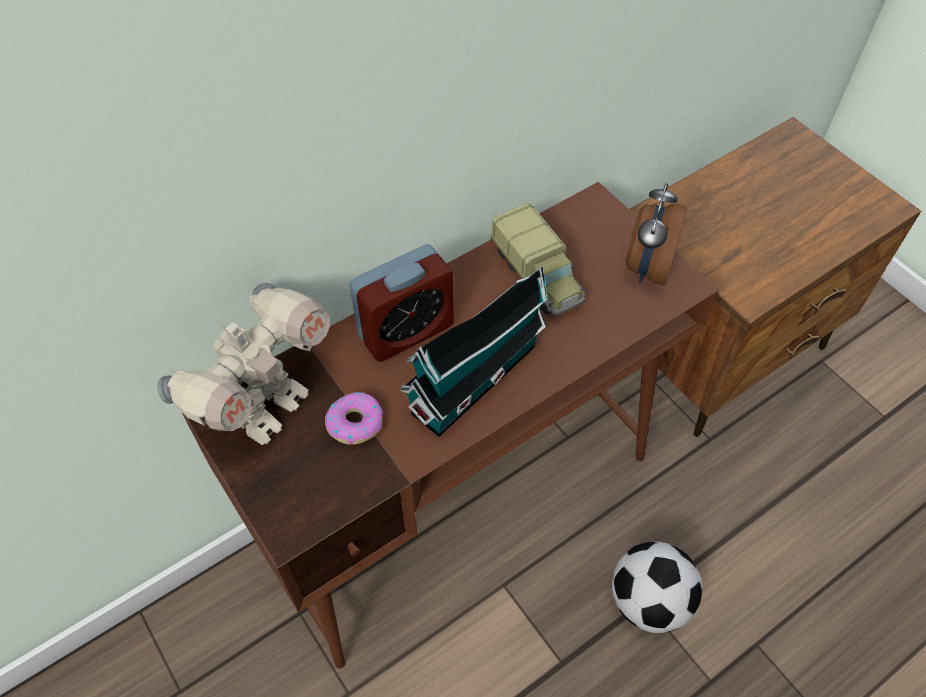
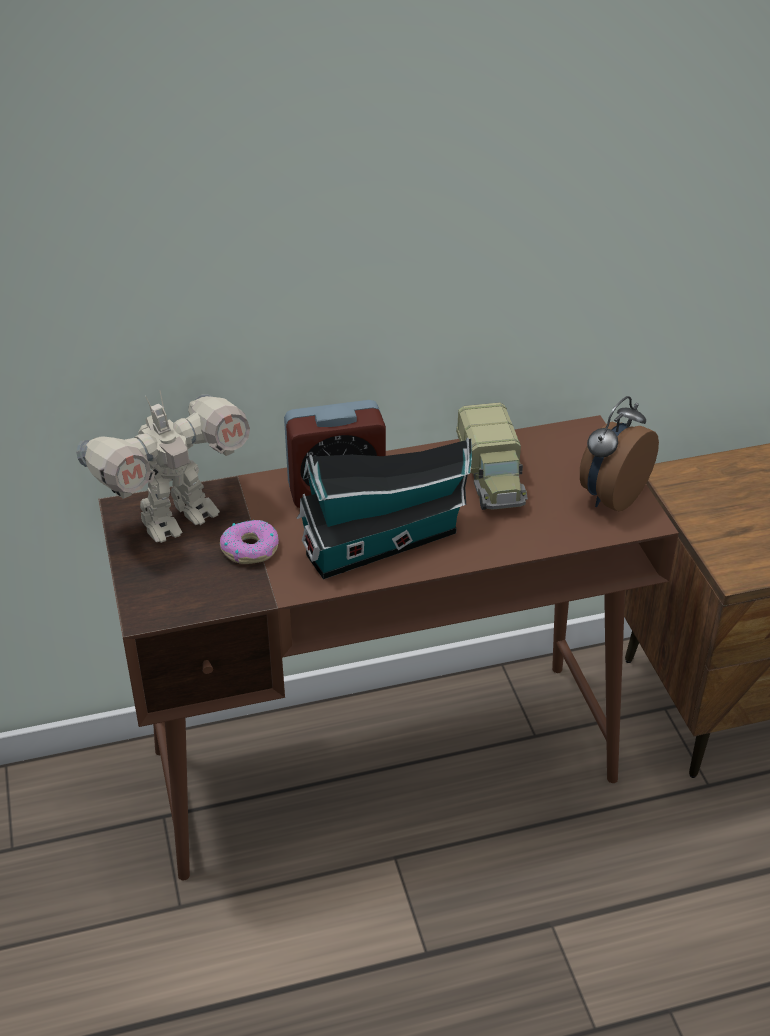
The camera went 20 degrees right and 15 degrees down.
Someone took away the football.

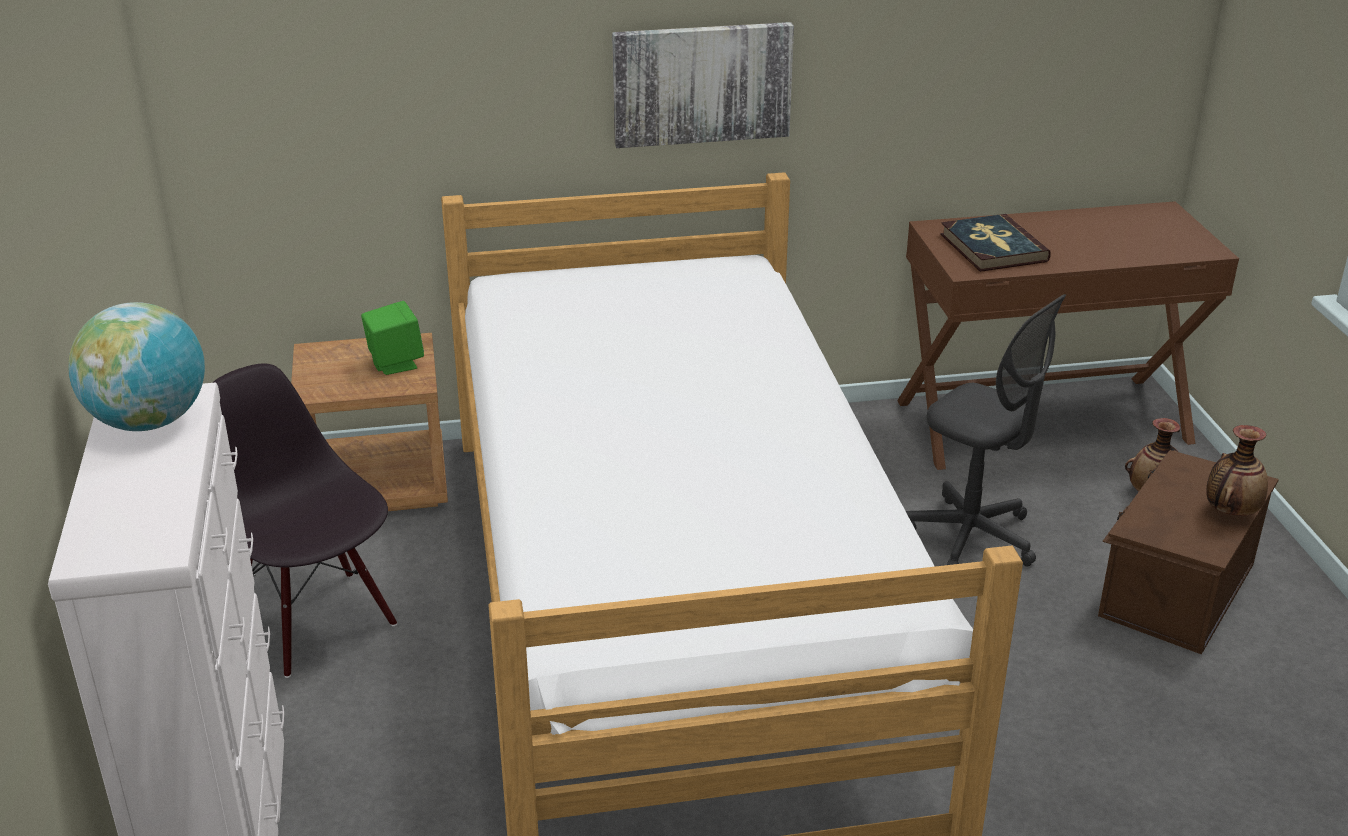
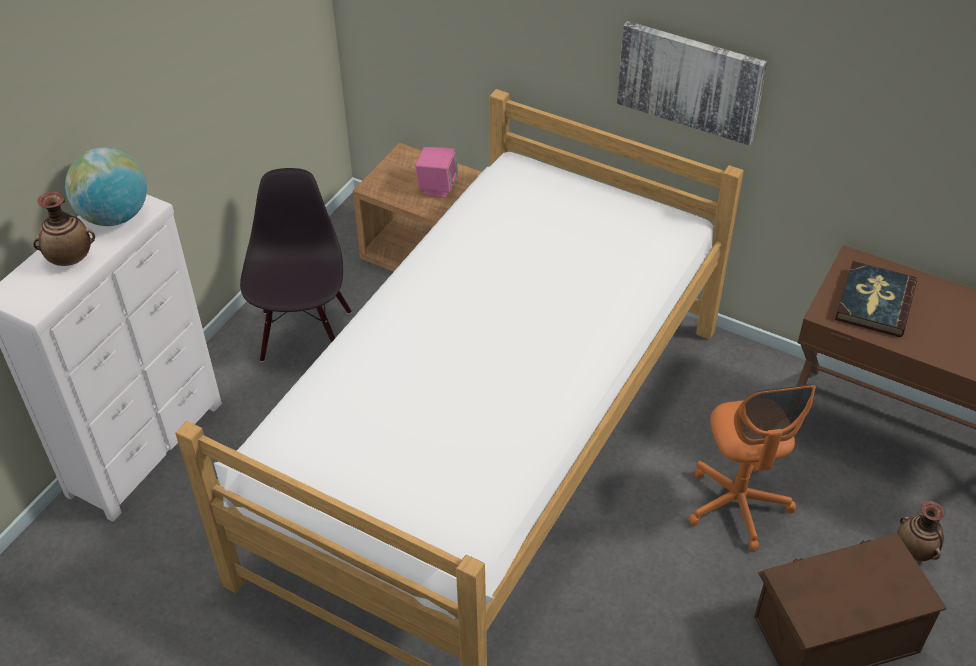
The camera went 40 degrees right and 15 degrees up.
Someone repainted the green speaker, which became the pink speaker.
Someone repainted the grey office chair, which became the orange office chair.
Someone carried the vase (2nd from left in the first image).

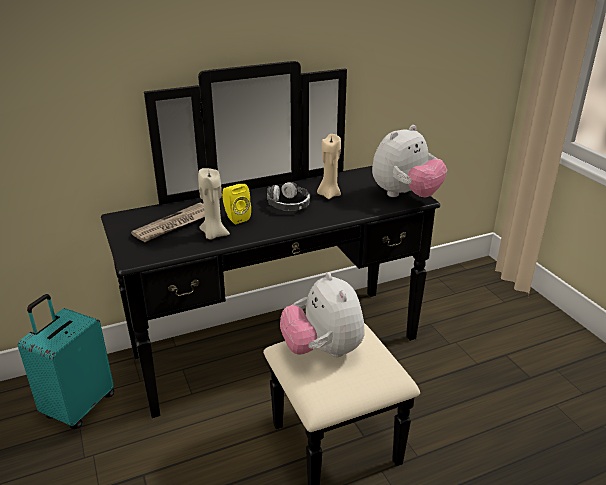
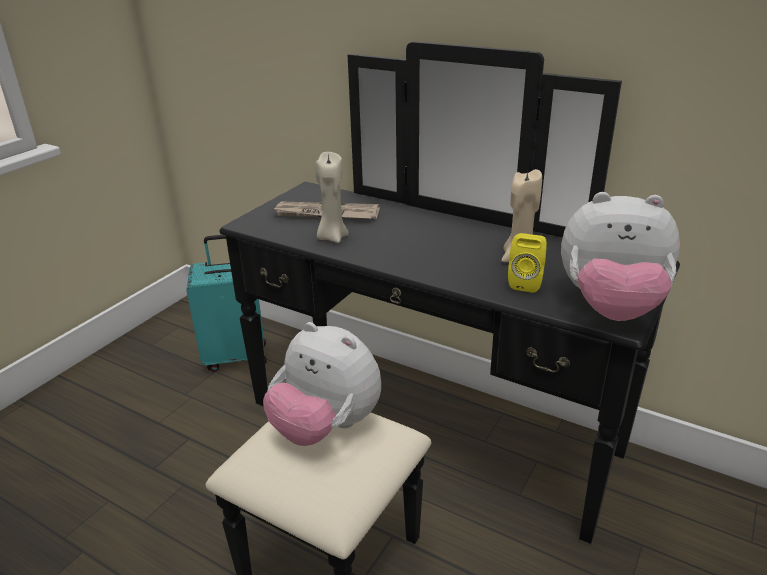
The camera went 55 degrees right and 0 degrees up.
Someone carried the yellow speaker.
Someone took away the headphones.
Someone rotated the plush toy (1st from left) by 90 degrees counterclockwise.

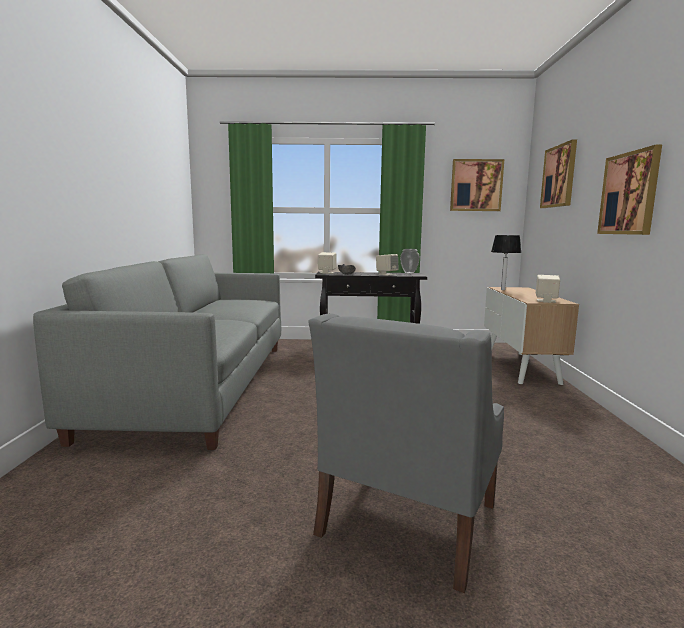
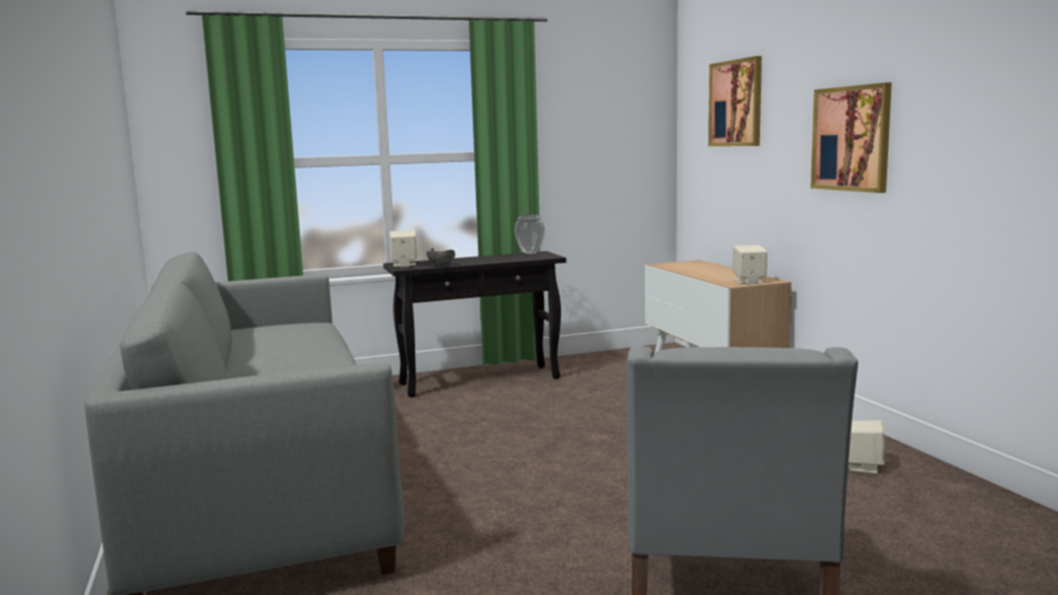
The camera went 20 degrees left and 0 degrees up.
Someone carried the beige speaker (2nd from left in the first image).
Someone took away the picture (1st from left).
Someone took away the table lamp.

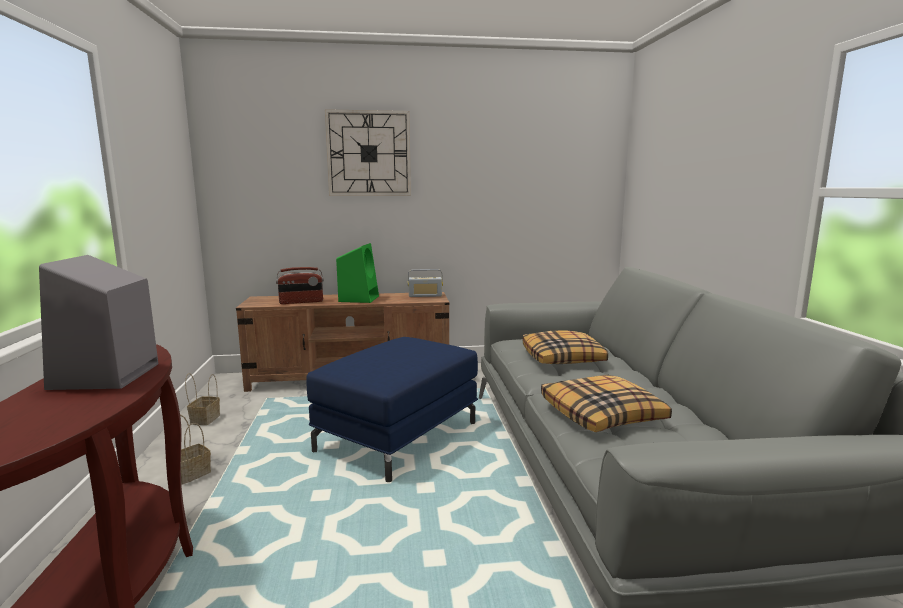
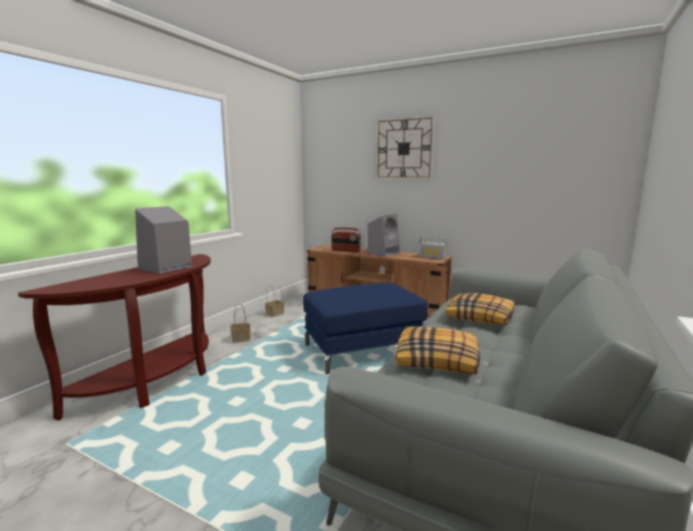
The camera went 35 degrees right and 0 degrees up.
Someone repainted the green speaker, which became the grey speaker (2nd from left).

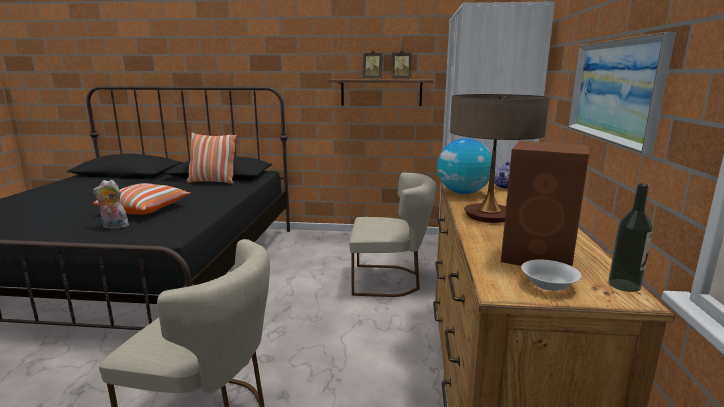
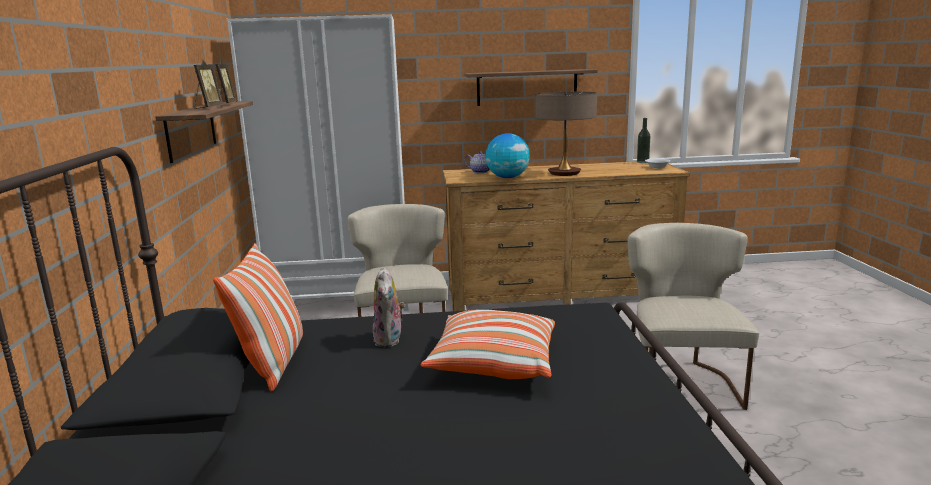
The camera went 100 degrees left and 0 degrees up.
Someone carried the plush toy.
Someone took away the brown speaker.
Someone swapped the picture for the shelf (2nd from left).

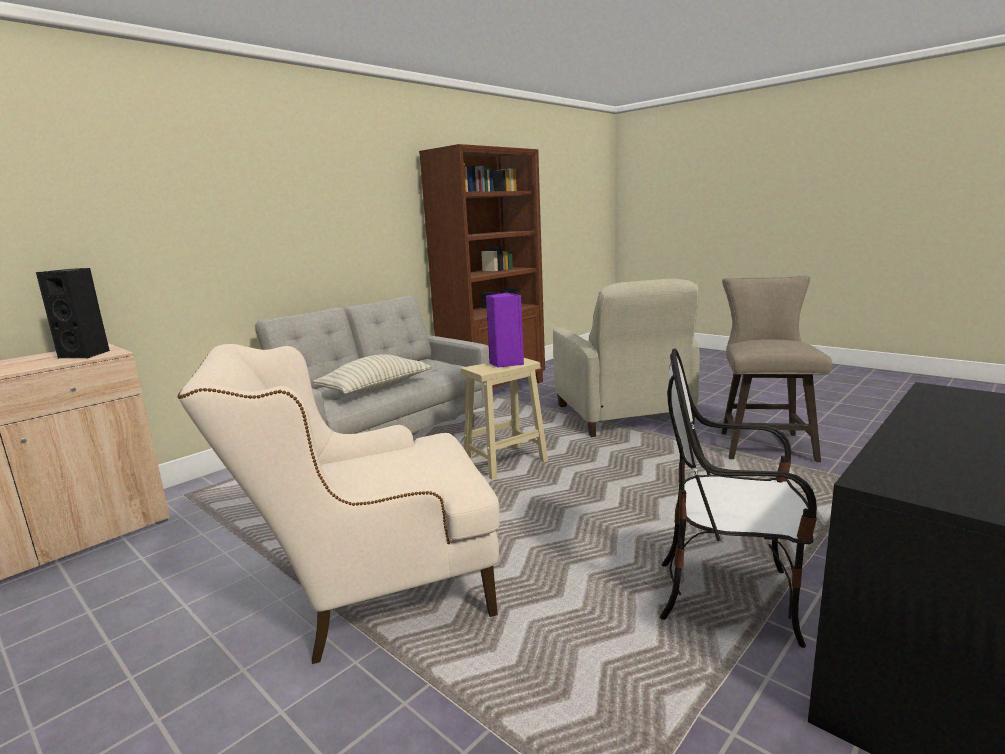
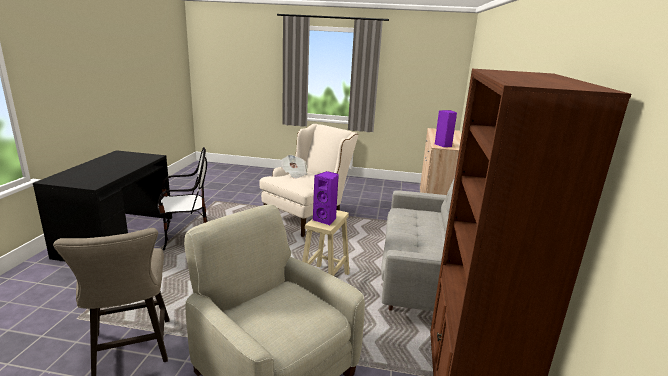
The camera went 145 degrees right and 5 degrees up.
Someone repainted the black speaker, which became the purple speaker (2nd from left).
Someone took away the pillow.
Someone put down the newspaper.

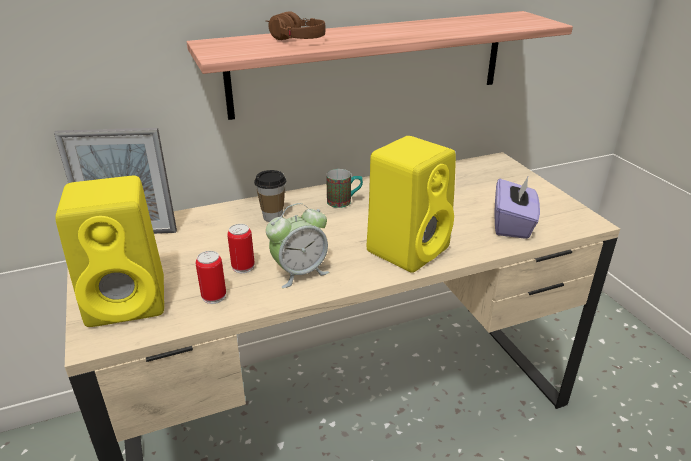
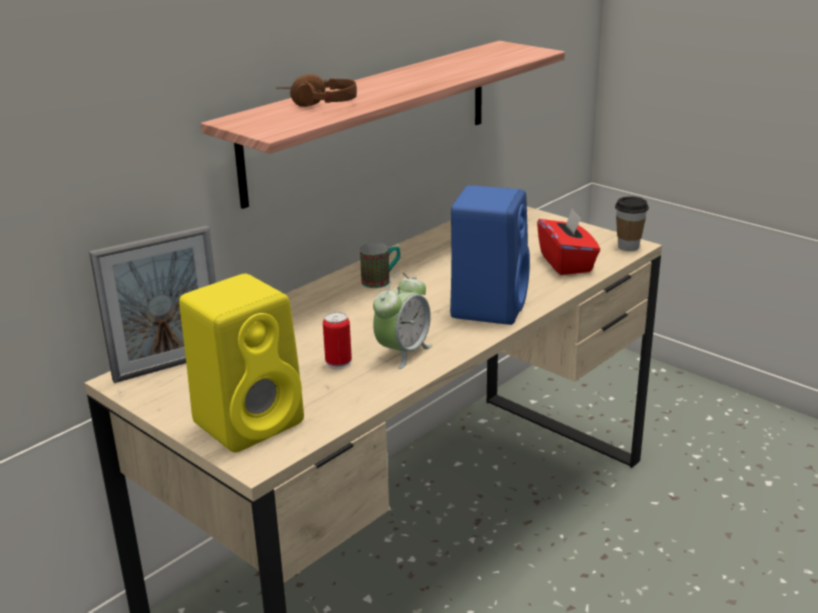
The camera went 25 degrees left and 5 degrees down.
Someone took away the can (1st from left).
Someone carried the cup.
Someone repainted the yellow speaker (2nd from left), which became the blue speaker.
Someone repainted the purple tissue box, which became the red tissue box.

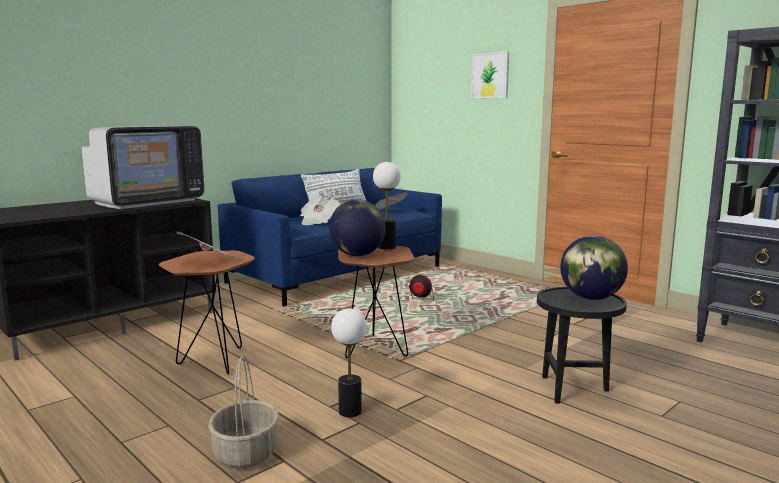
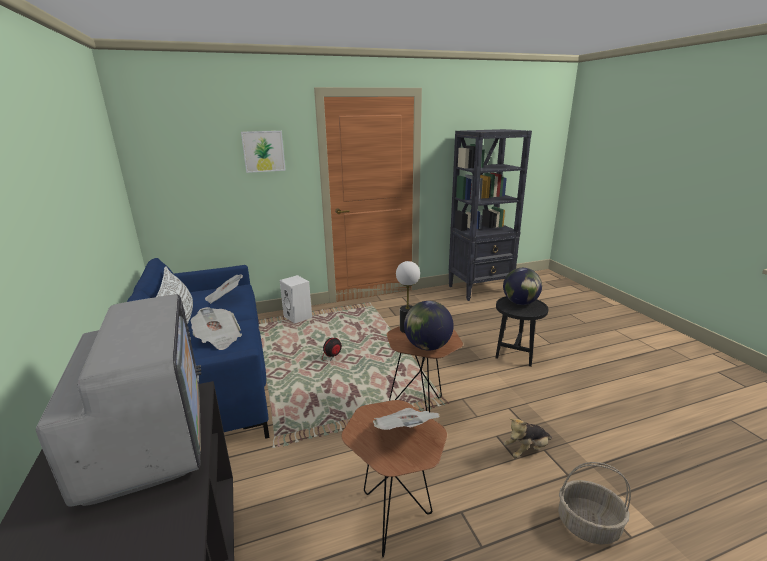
The camera went 65 degrees left and 10 degrees up.
Someone swapped the table lamp (1st from left) for the plush toy.
Someone put down the white speaker.

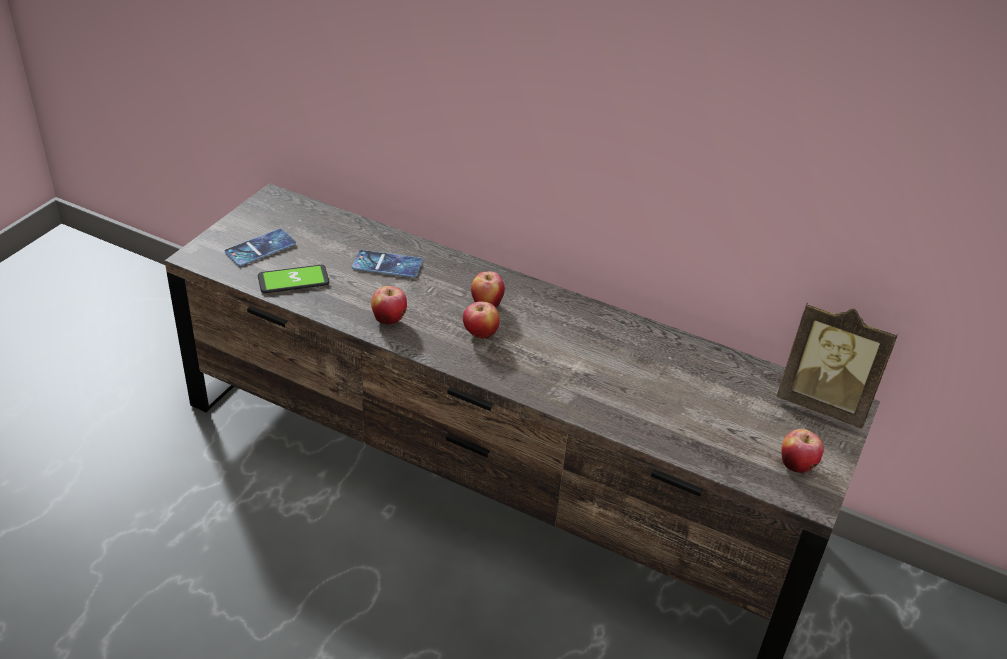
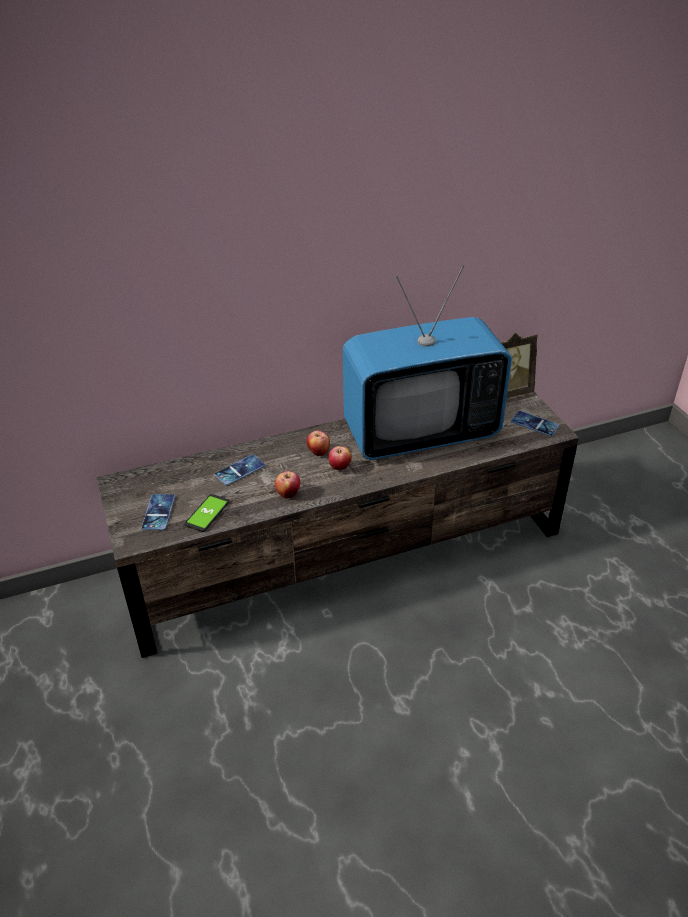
The camera went 45 degrees left and 0 degrees up.
Someone swapped the apple (4th from left) for the phone (4th from left).
Someone put down the television.

